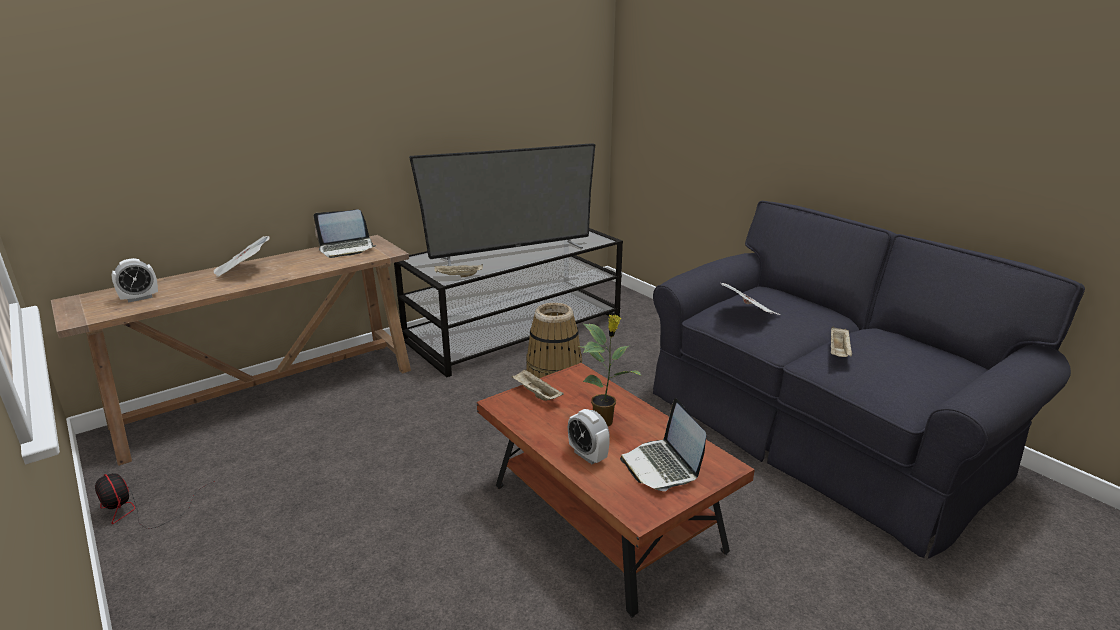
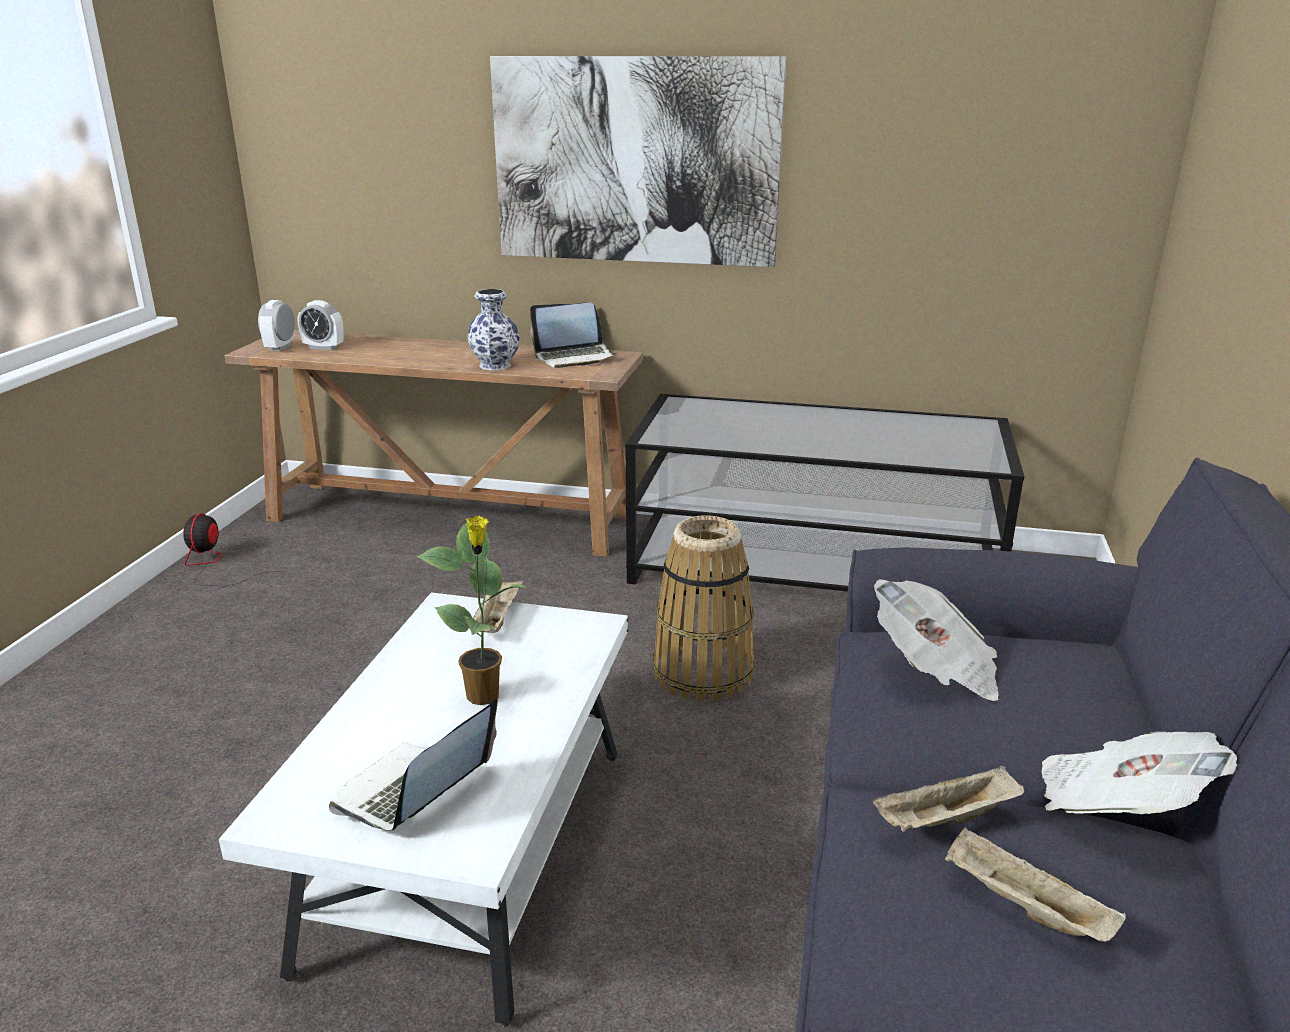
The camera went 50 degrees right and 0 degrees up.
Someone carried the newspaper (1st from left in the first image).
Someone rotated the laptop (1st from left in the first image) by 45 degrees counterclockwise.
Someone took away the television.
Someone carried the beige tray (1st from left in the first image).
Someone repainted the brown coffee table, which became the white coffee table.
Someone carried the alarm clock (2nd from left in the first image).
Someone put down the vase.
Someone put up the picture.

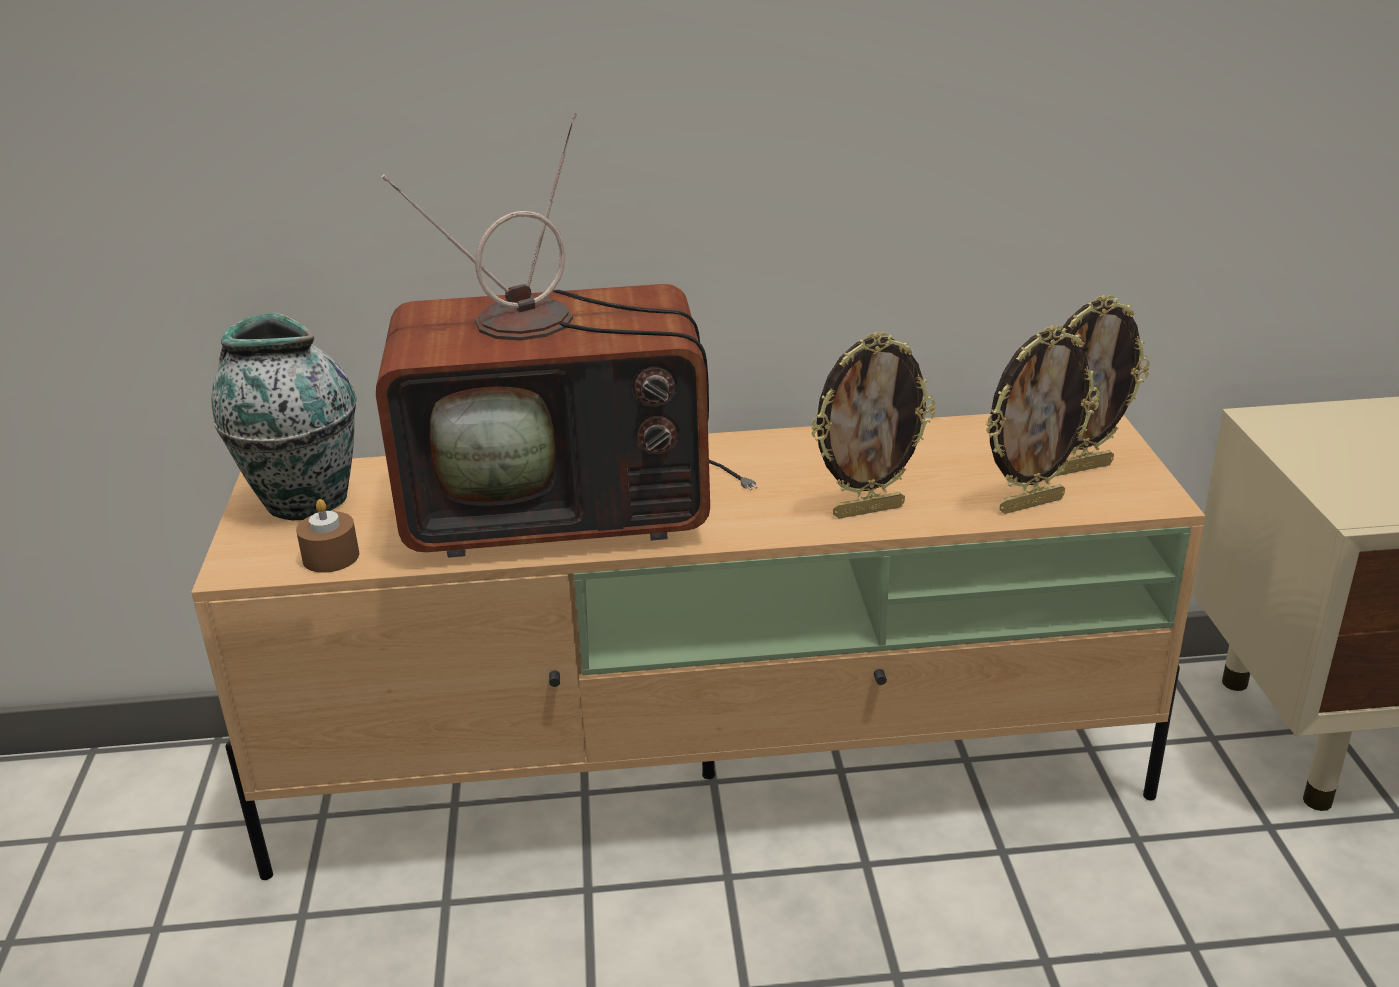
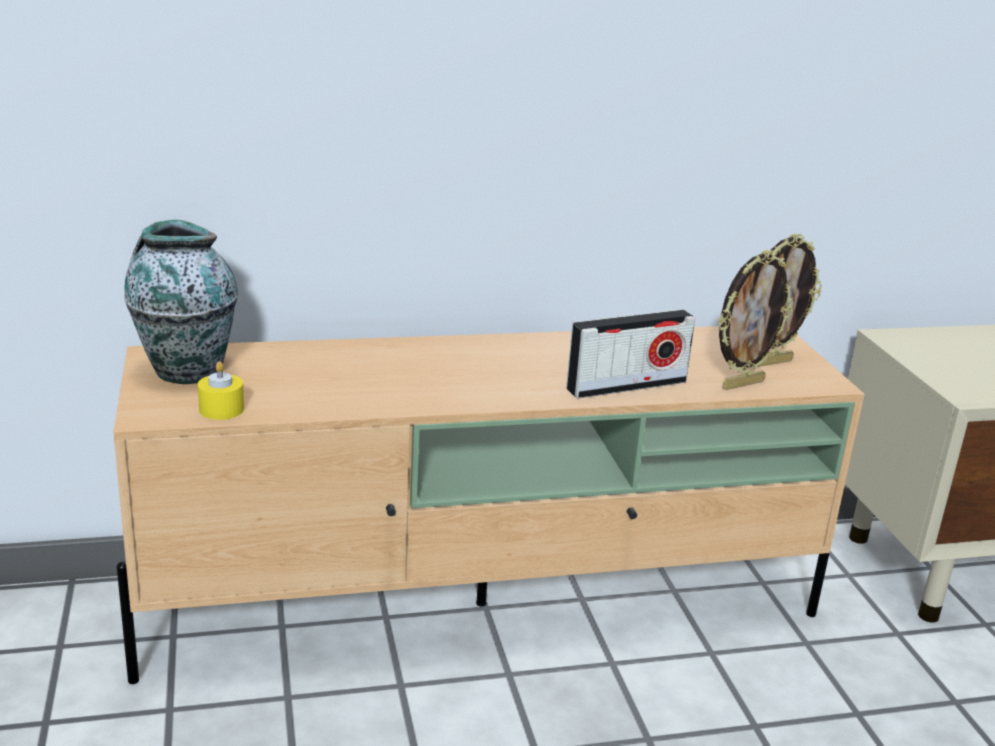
The camera went 10 degrees left and 5 degrees down.
Someone repainted the brown candle, which became the yellow candle.
Someone took away the television.
Someone swapped the picture frame (1st from left) for the radio.

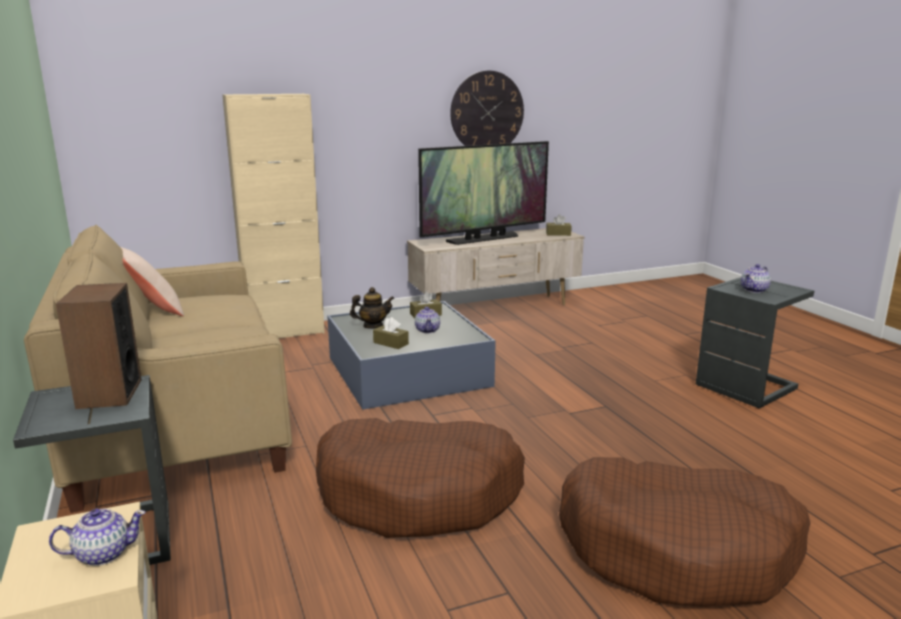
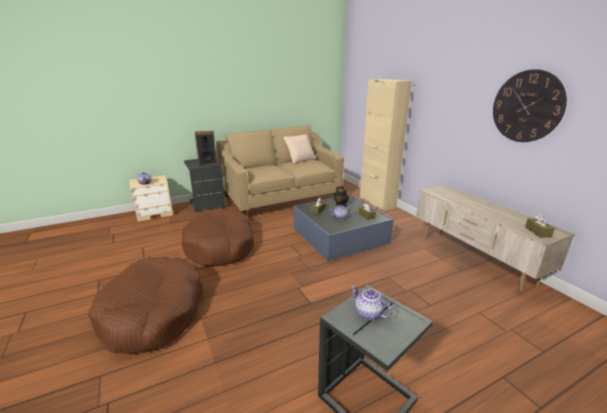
The camera went 85 degrees right and 5 degrees up.
Someone took away the television.

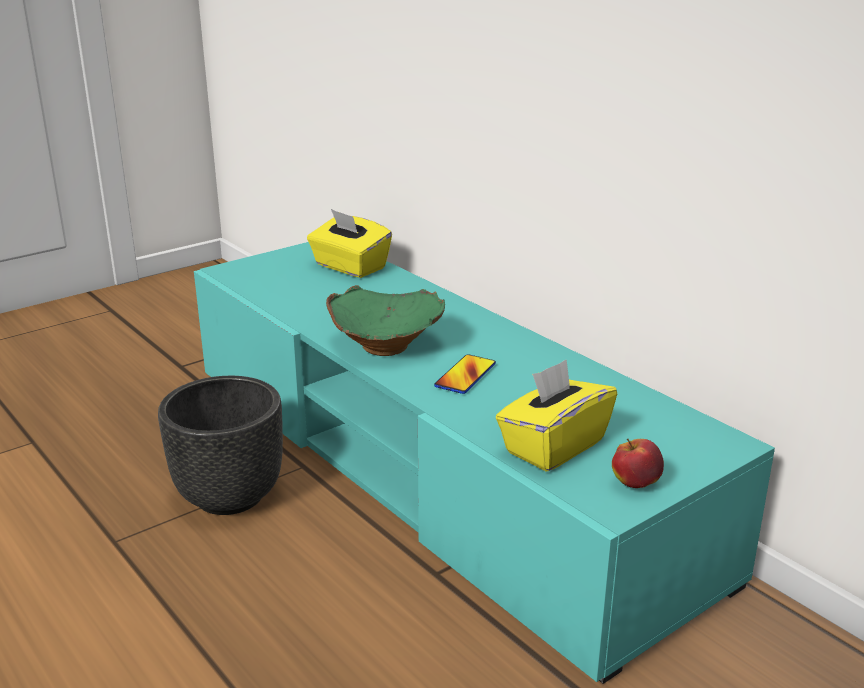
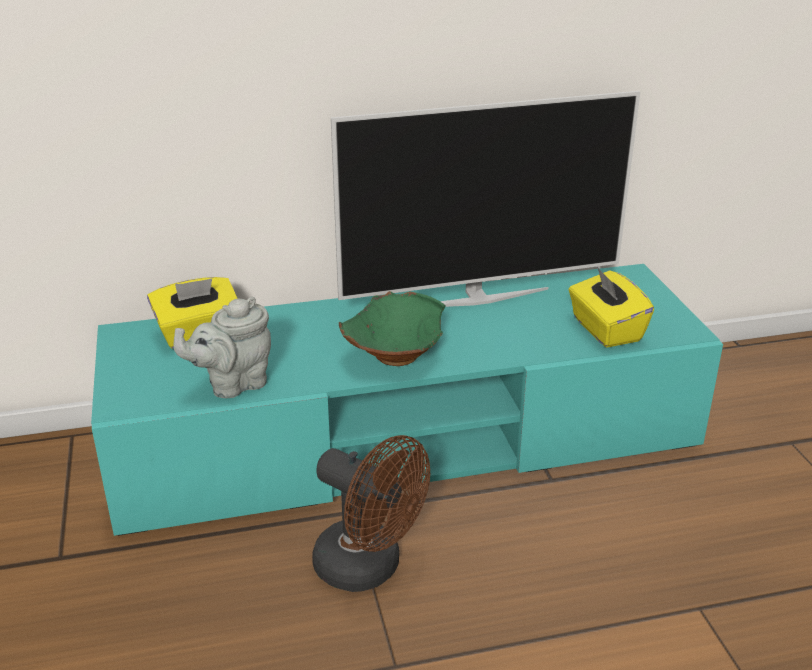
The camera went 65 degrees left and 5 degrees up.
Someone swapped the black planter for the brown fan.
Someone took away the phone.
Someone took away the apple.
Someone put down the grey teapot.
Someone put down the television.

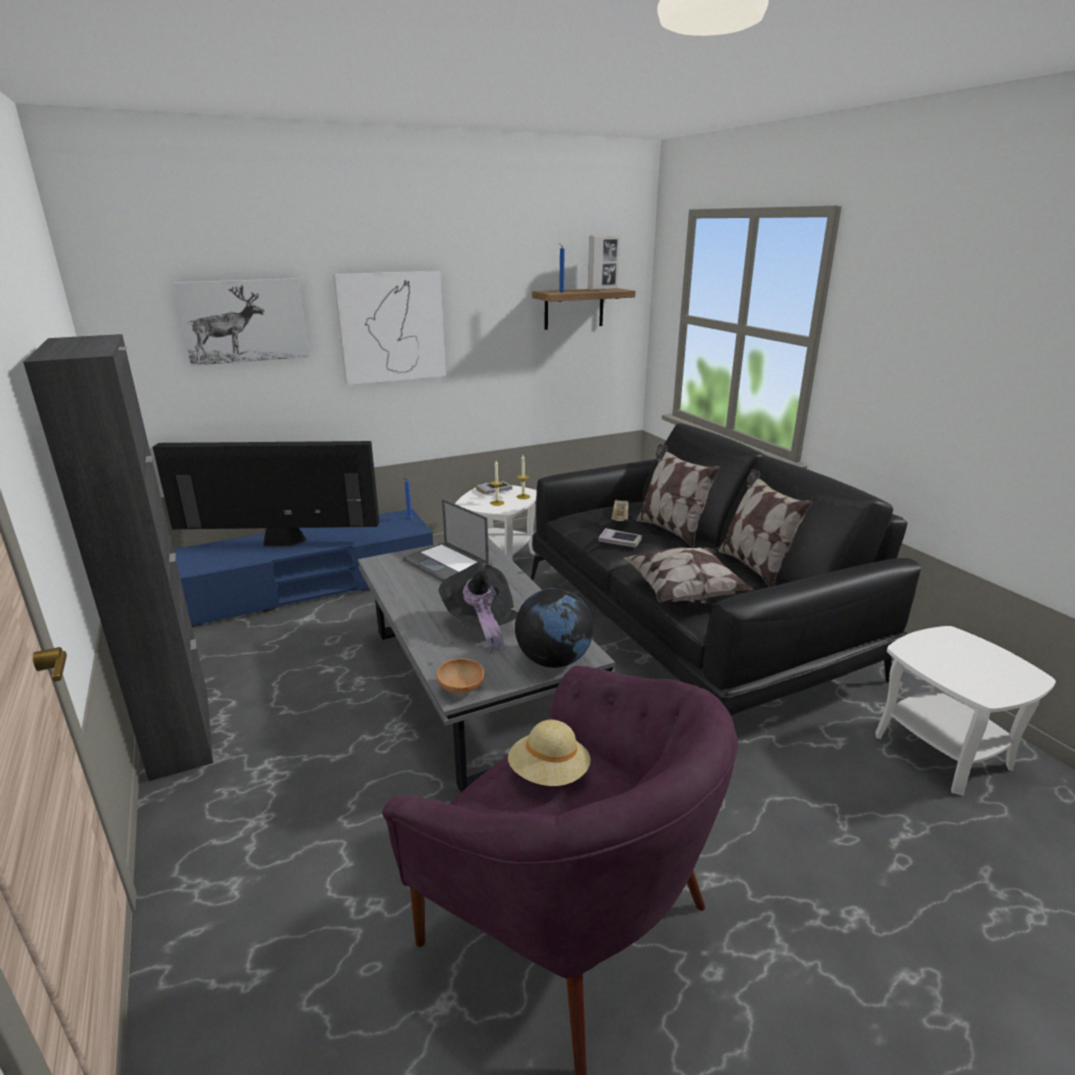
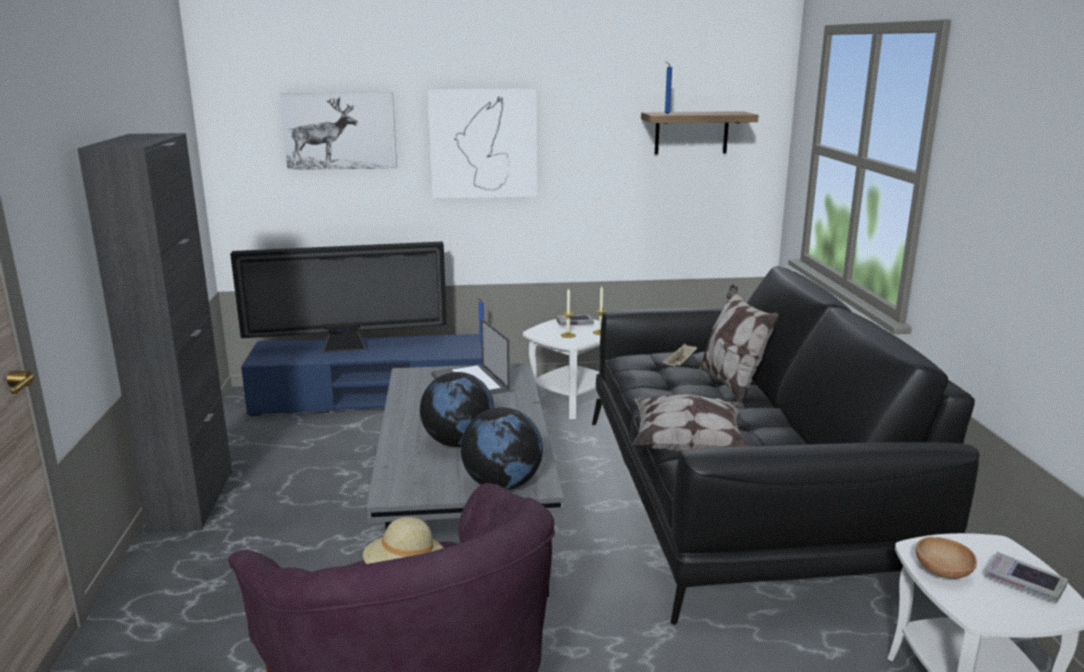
The camera went 20 degrees right and 5 degrees down.
Someone rotated the television by 150 degrees clockwise.
Someone carried the brown bowl.
Someone swapped the black hat for the globe (1st from left).
Someone took away the picture frame.
Someone carried the book (2nd from left).
Someone took away the pillow (3rd from left).

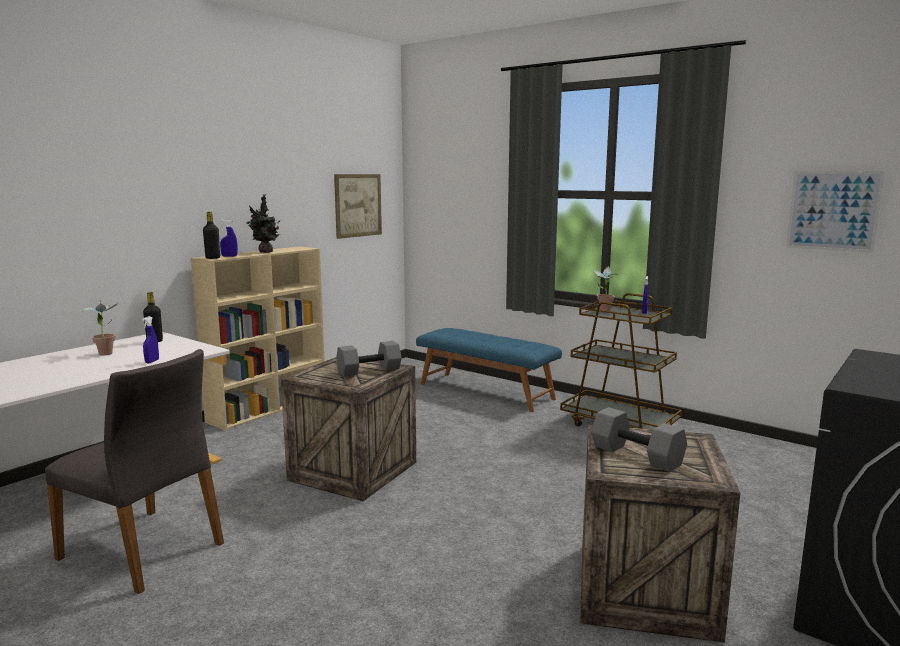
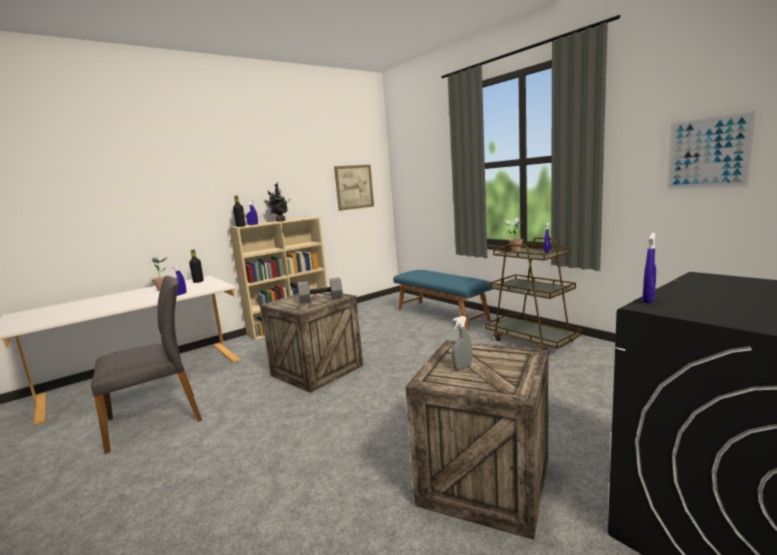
The camera went 15 degrees right and 0 degrees up.
Someone rotated the grey chair by 75 degrees counterclockwise.
Someone swapped the grey dumbbell (2nd from left) for the grey spray bottle.
Someone put down the blue spray bottle (4th from left).

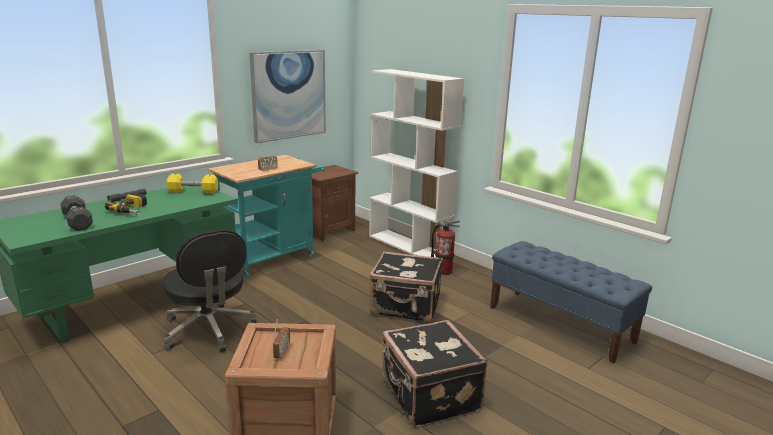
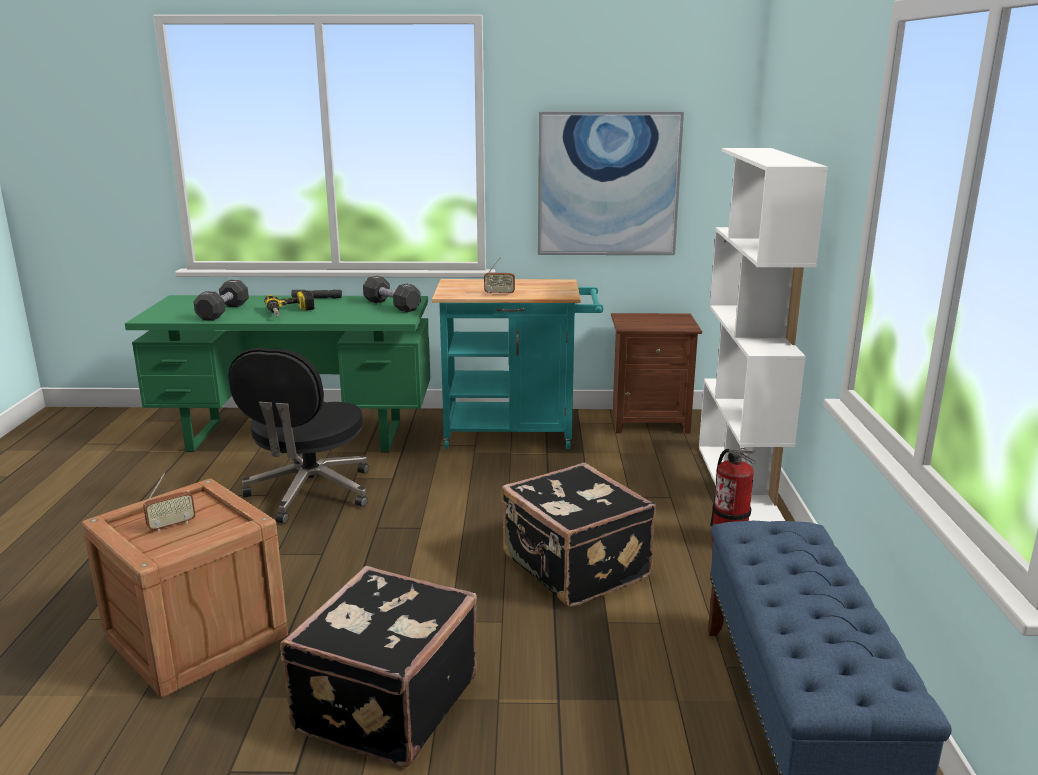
The camera went 45 degrees right and 0 degrees up.
Someone repainted the yellow dumbbell, which became the black dumbbell (2nd from left).

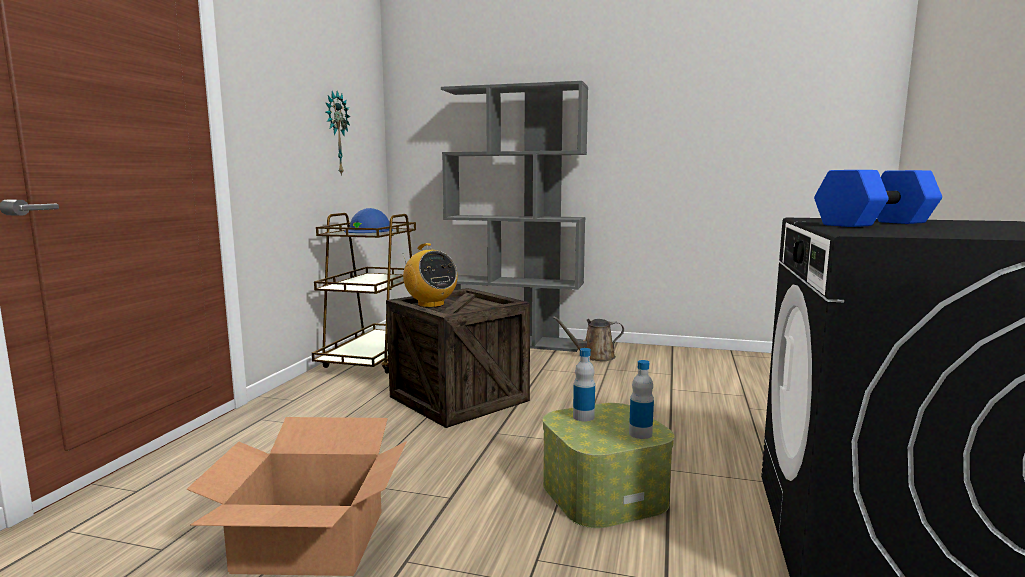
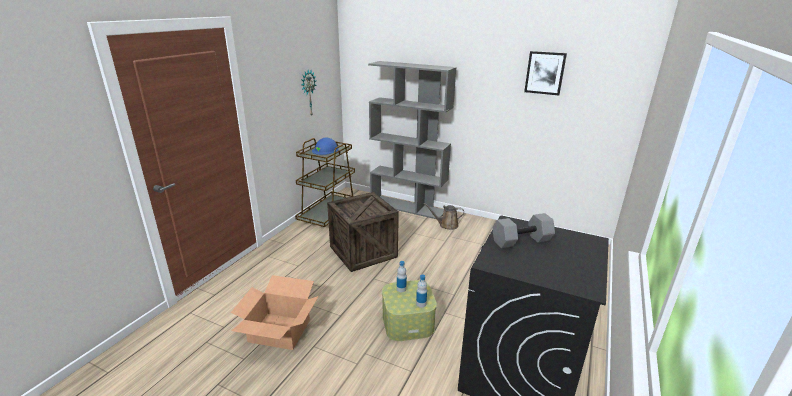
The camera went 10 degrees right and 15 degrees up.
Someone took away the radio.
Someone repainted the blue dumbbell, which became the grey dumbbell.
Someone put up the picture.

